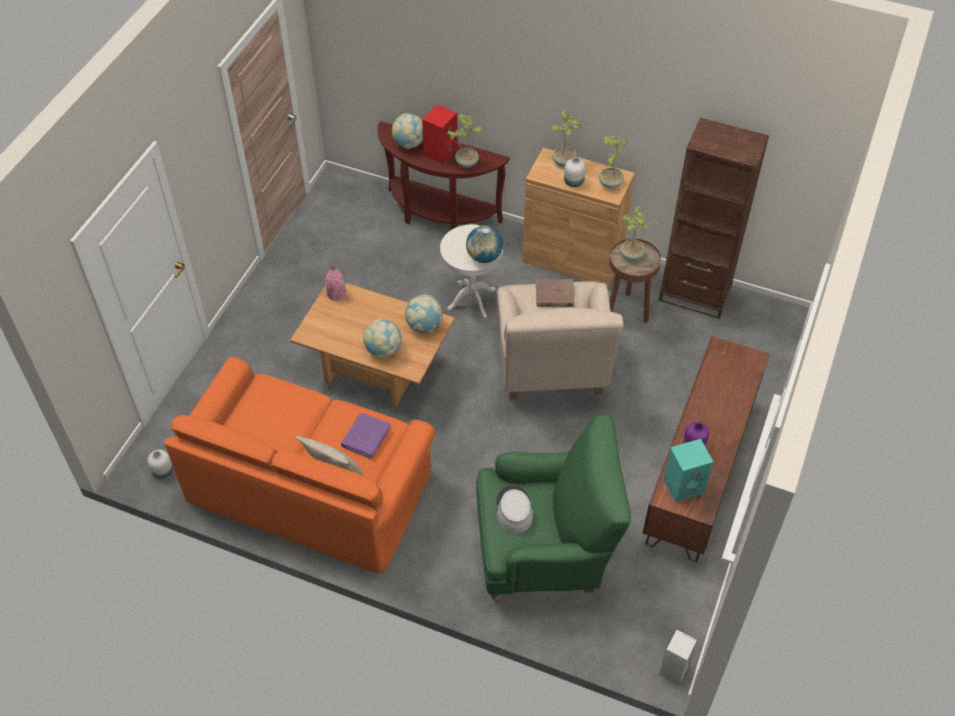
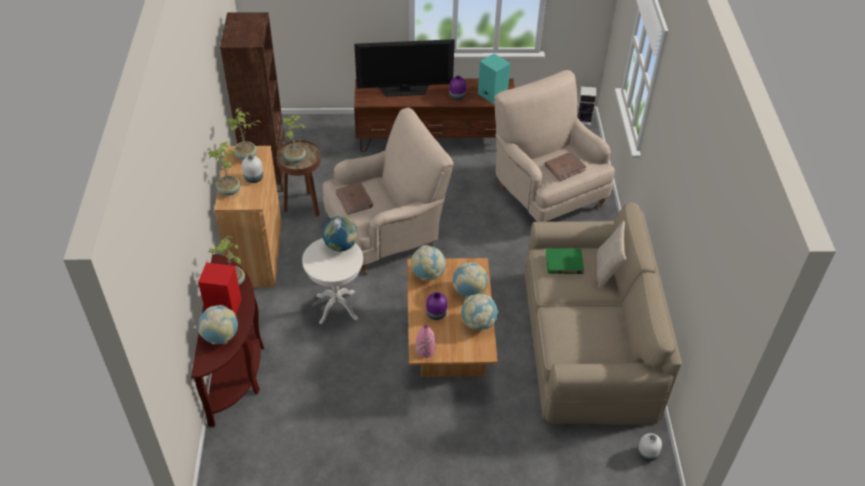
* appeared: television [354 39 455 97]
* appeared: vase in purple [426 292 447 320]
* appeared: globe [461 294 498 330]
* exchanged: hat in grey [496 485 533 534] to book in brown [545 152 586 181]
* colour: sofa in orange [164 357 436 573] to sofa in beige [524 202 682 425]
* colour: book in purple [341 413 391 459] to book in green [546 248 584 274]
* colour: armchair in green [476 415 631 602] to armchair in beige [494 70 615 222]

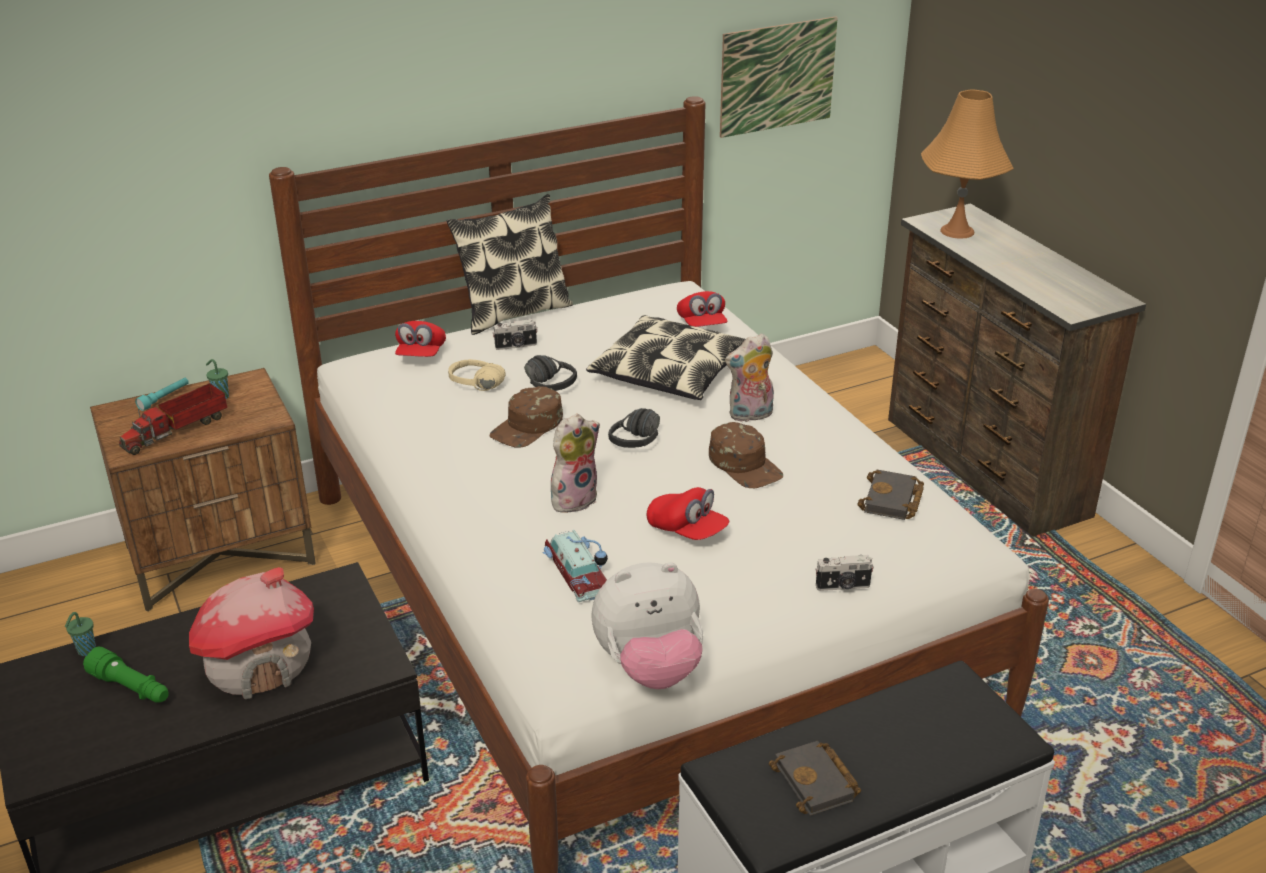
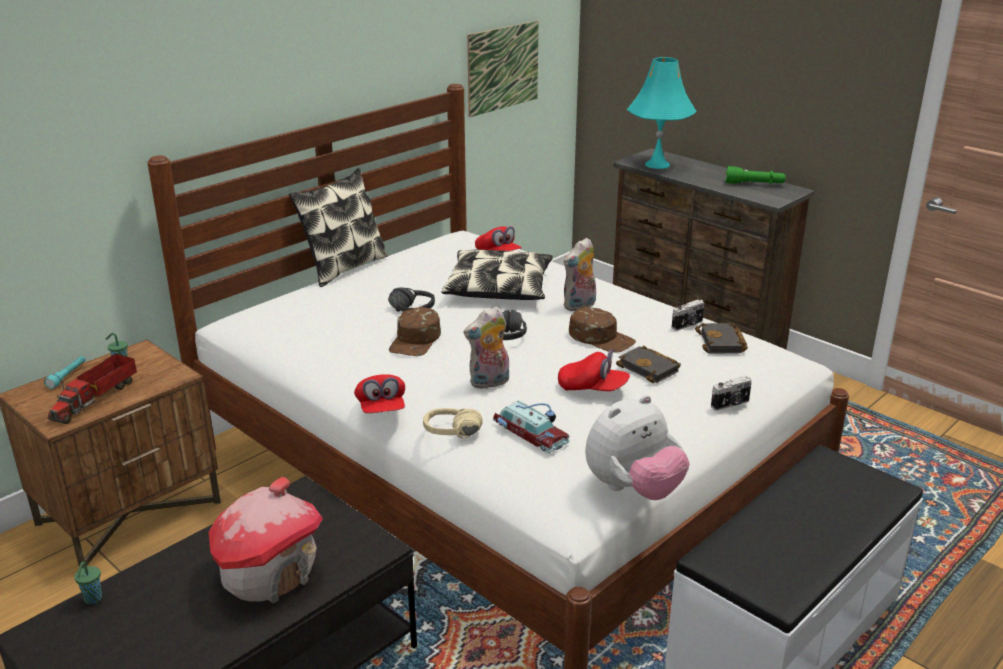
* relocated: flashlight in green [83 647 169 703] to [725 166 786 185]
* relocated: cap in red [395 321 446 357] to [354 374 405 413]
* relocated: headphones in beige [448 359 506 391] to [423 408 483 438]
* relocated: photo camera [493 319 538 350] to [672 299 704 331]
* relocated: book in black [769 741 861 816] to [616 346 681 383]
* colour: table lamp in orange [921 89 1014 239] to table lamp in turquoise [627 57 697 169]
* spun: plush toy [551 414 600 515] = [464 306 509 390] 150 degrees counterclockwise

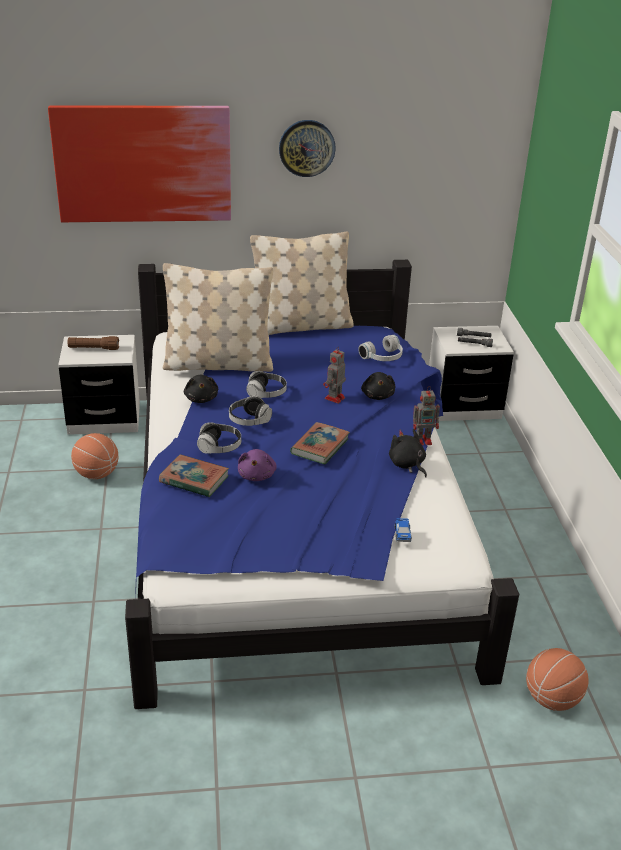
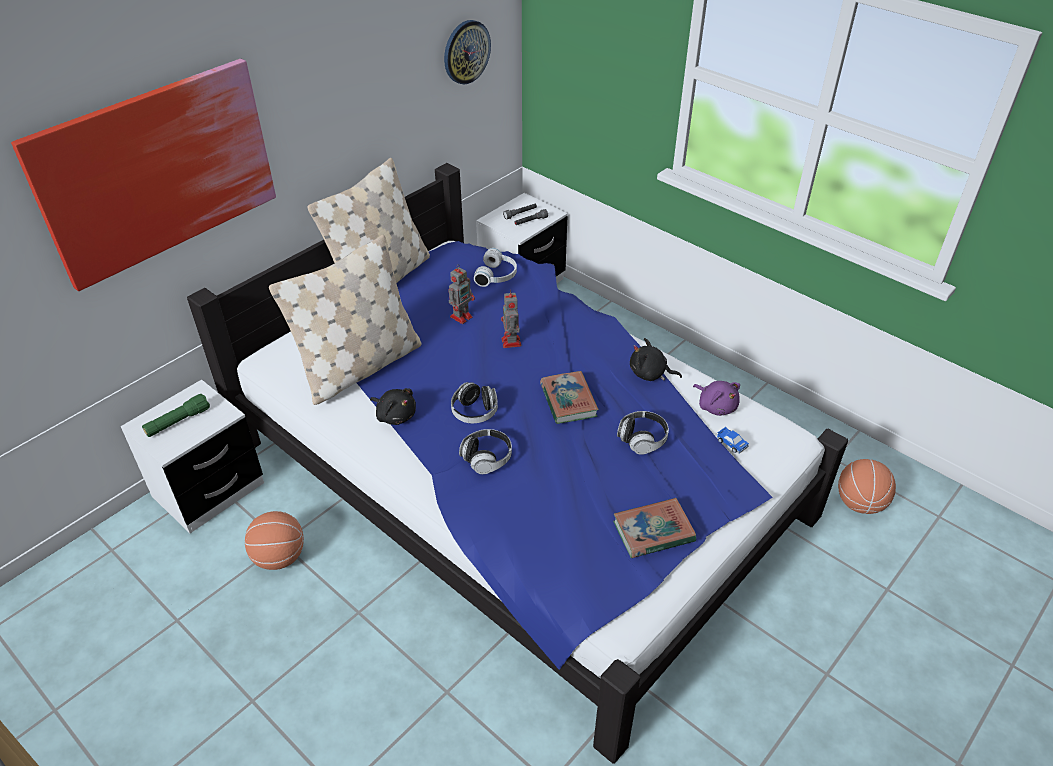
* missing: plush toy in black [361 372 395 400]
* relocated: book [159 454 229 497] to [613 498 696 558]
* relocated: plush toy in purple [238 449 277 481] to [693 381 740 416]
* relocated: headphones [246 371 287 398] to [617 411 669 455]
* relocated: wall clock [279 120 336 177] to [444 20 491 84]
* relocated: toy robot [413 386 440 446] to [448 264 475 324]
* colour: flashlight in brown [67 336 119 350] to flashlight in green [142 394 210 437]

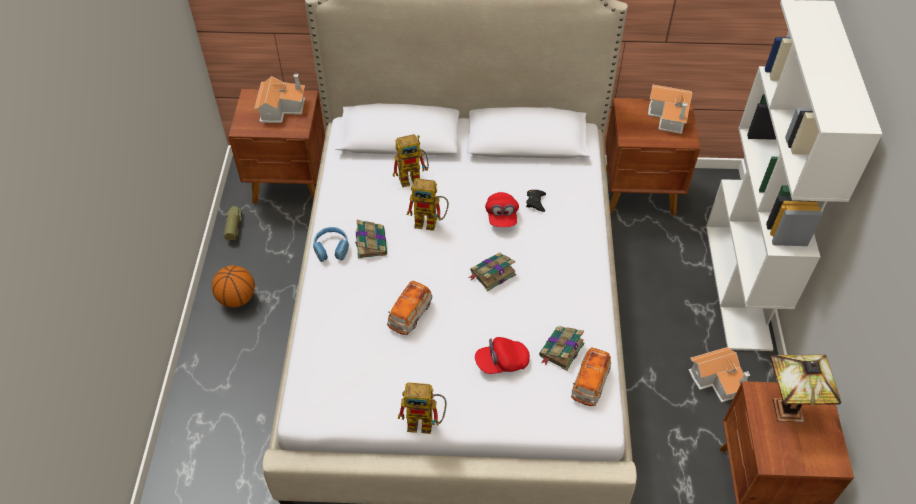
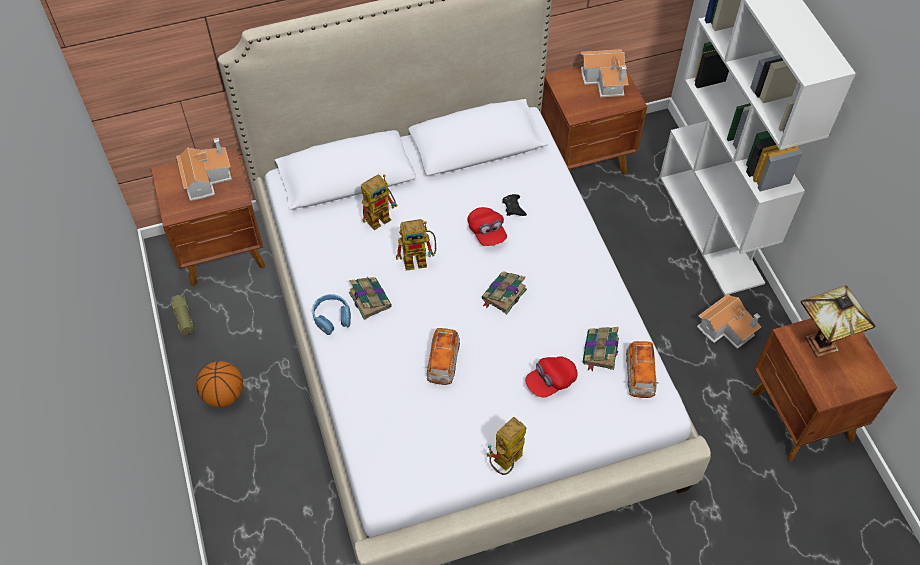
* spun: toy robot [398 382 447 434] = [487 417 526 475] 150 degrees clockwise

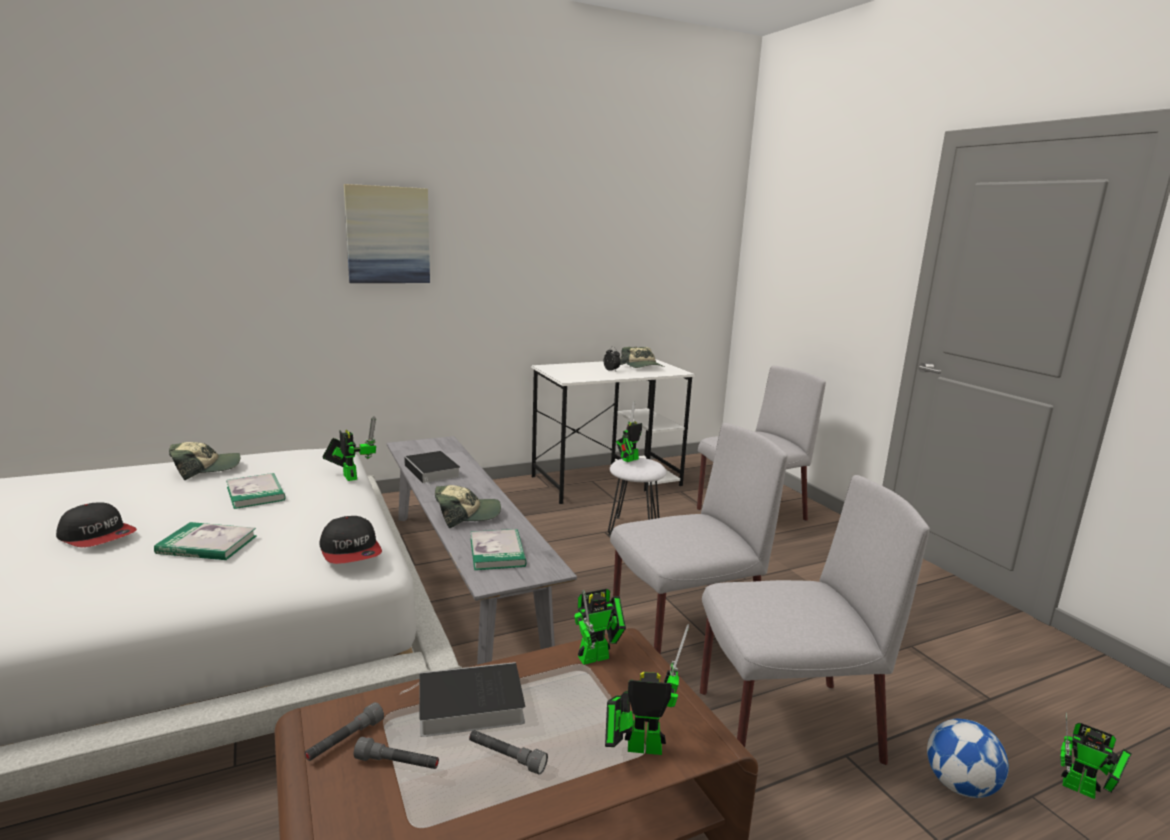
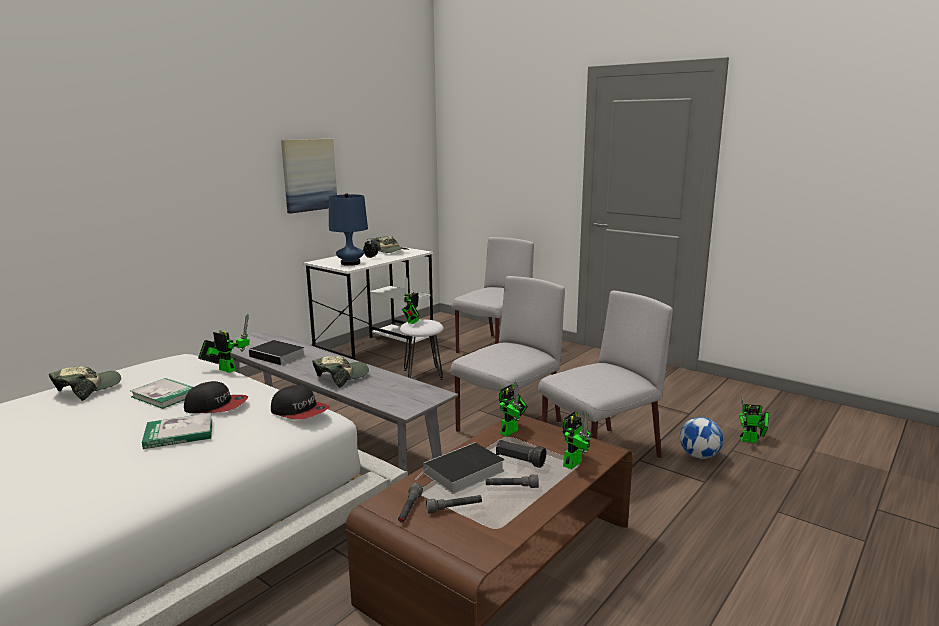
* missing: book [471 529 527 570]
* appeared: table lamp in blue [329 193 368 266]
* appeared: flashlight in black [496 440 546 468]
* relocated: cap [56 503 137 547] to [184 381 248 413]
* relocated: picture [344 184 430 283] to [281 139 337 214]
* spun: toy robot [605 624 689 755] = [563 410 593 469] 150 degrees clockwise

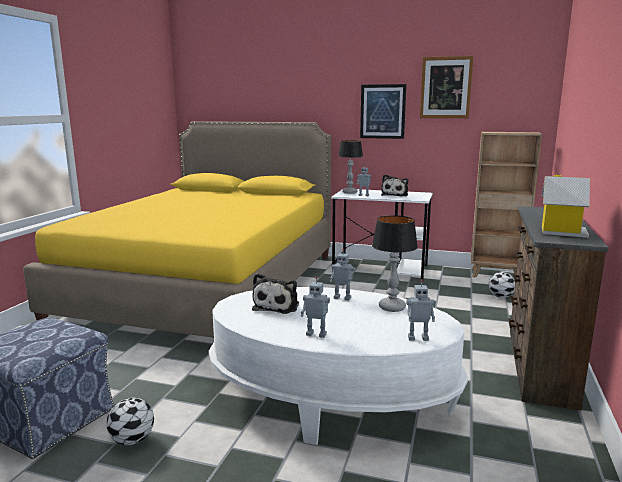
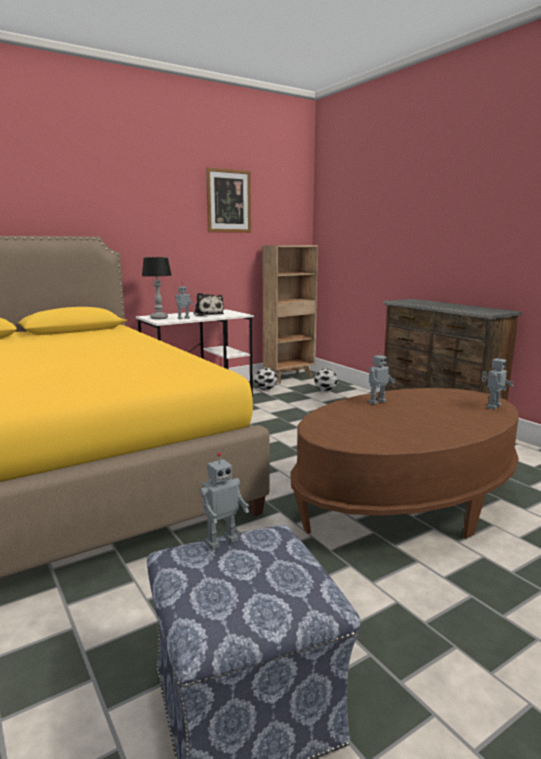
* missing: plush toy [252 273 299 314]
* missing: picture [360 84 407 139]
* missing: table lamp [372 215 418 312]
* missing: toy house [542 175 590 238]
* relocated: football [106 398 154 445] to [254 367 277 390]
* relocated: toy robot [301 277 330 338] to [199 452 249 550]
* colour: coffee table in white [209 287 468 445] to coffee table in brown [291 388 519 539]

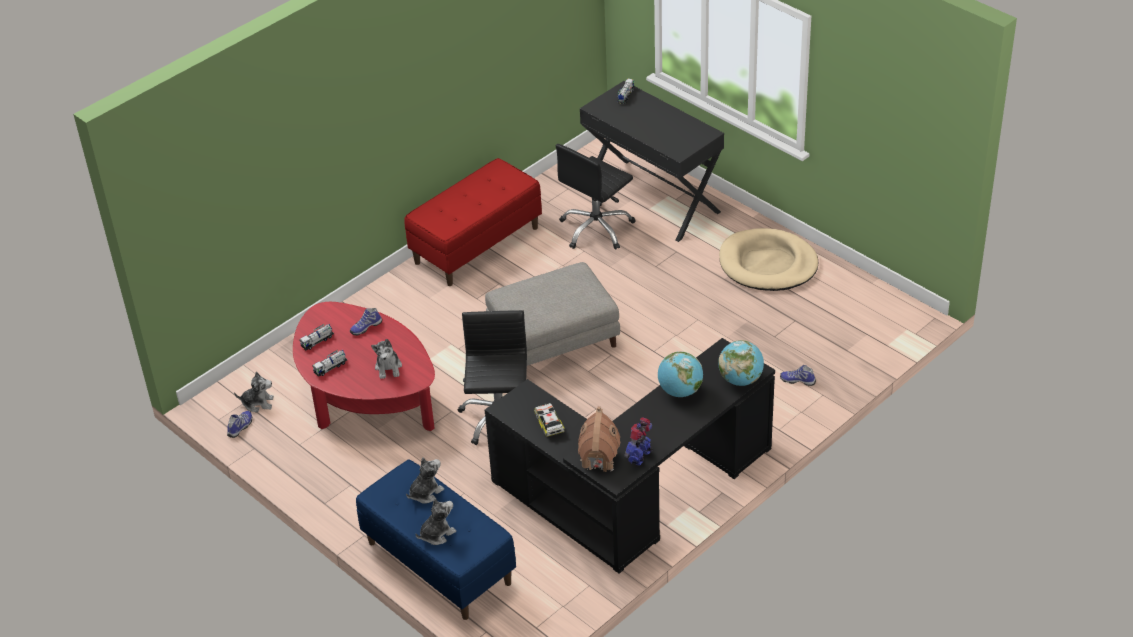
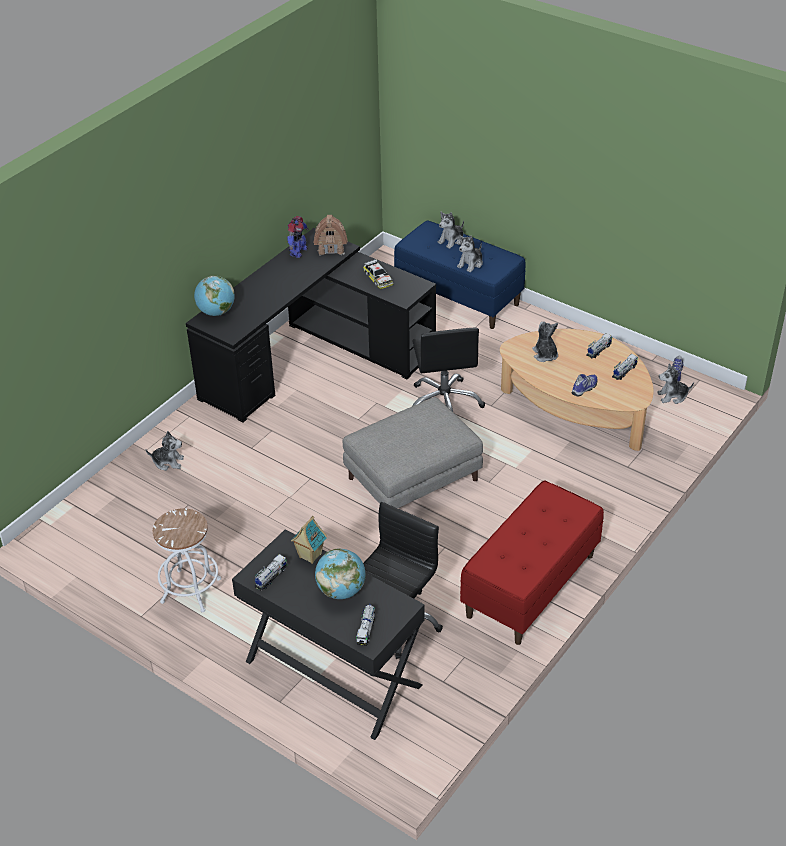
* appeared: toy truck [254 554 287 591]
* appeared: toy house [291 516 327 564]
* relocated: globe [658 352 703 397] to [315 548 366 599]
* exchanged: dog bed in beige [719 228 818 291] to stool in white [153 508 221 612]
* exchanged: shoe [780 365 816 386] to plush toy [146 431 184 471]
* colour: coffee table in red [293 302 435 431] to coffee table in beige [500 329 654 451]

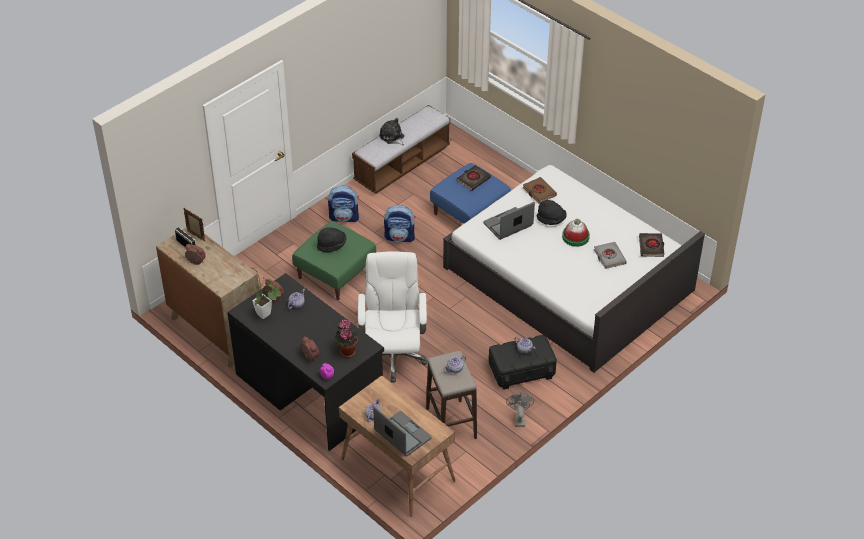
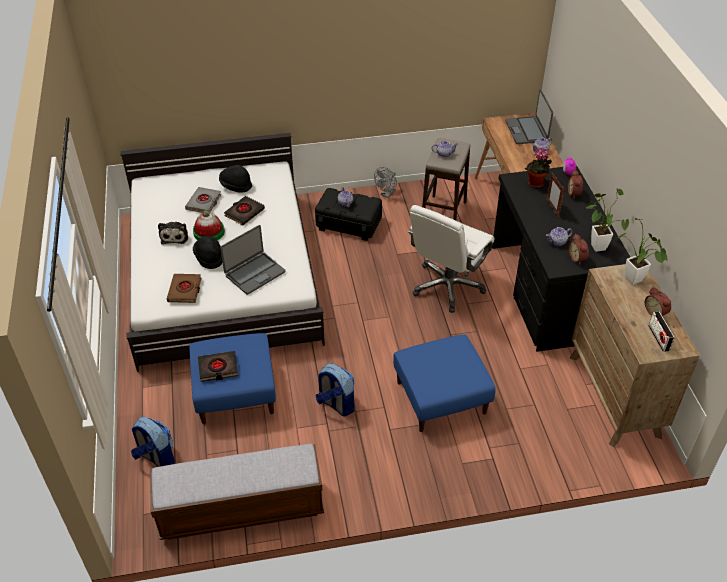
* appeared: potted plant [617 218 667 285]
* relocated: picture frame [183 208 205 242] to [546 172 565 217]
* relocated: hat in black [317 227 346 252] to [219 165 252 193]
* relocated: backpack [328 186 359 222] to [131 416 175 467]
* relocated: plush toy [379 118 404 145] to [158 222 188 244]
* relocated: book in black [639 233 664 257] to [224 196 265 225]
* colour: ottoman in green [292 221 376 300] to ottoman in blue [393 335 496 432]
* spun: laptop [483 202 535 240] = [220 225 285 295] 45 degrees counterclockwise

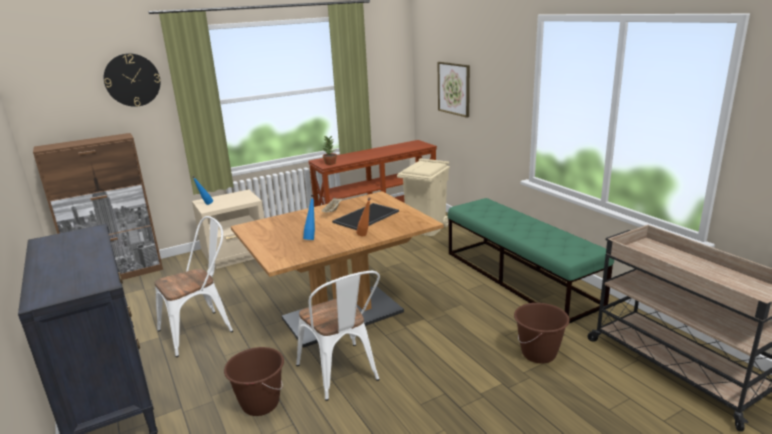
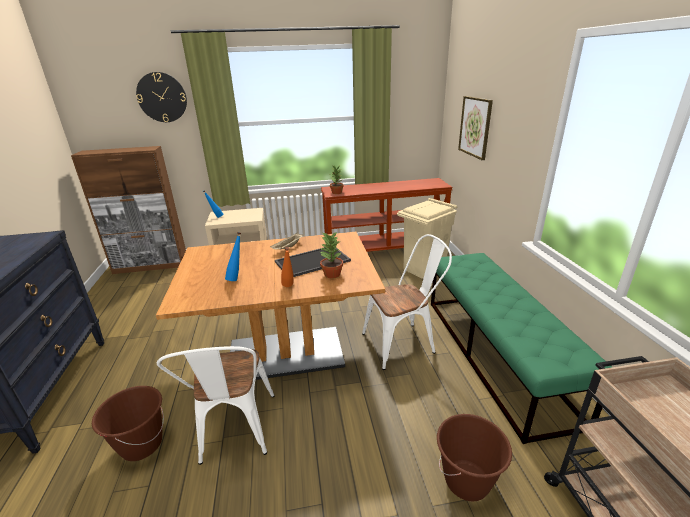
* appeared: potted plant [320 232 343 278]
* relocated: chair in white [155 216 233 357] to [362 234 452 370]

